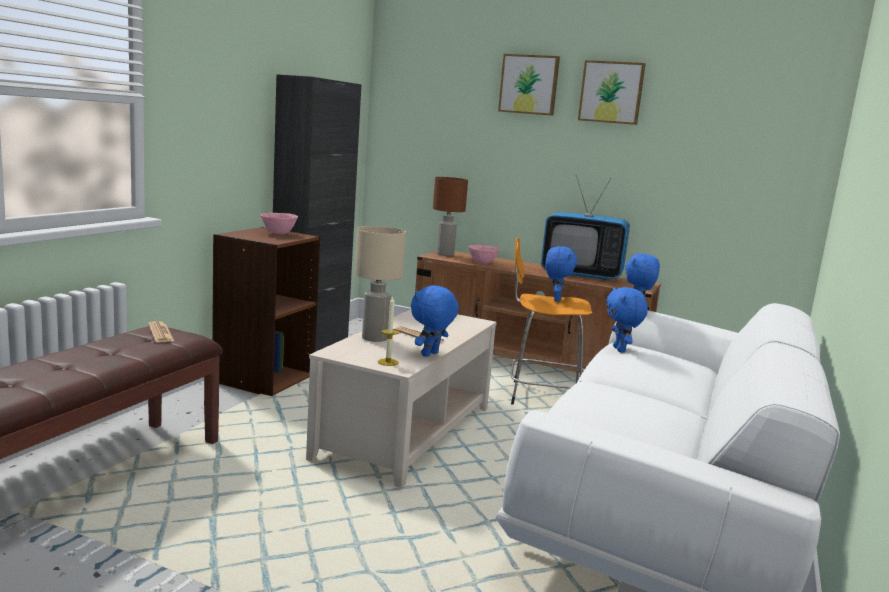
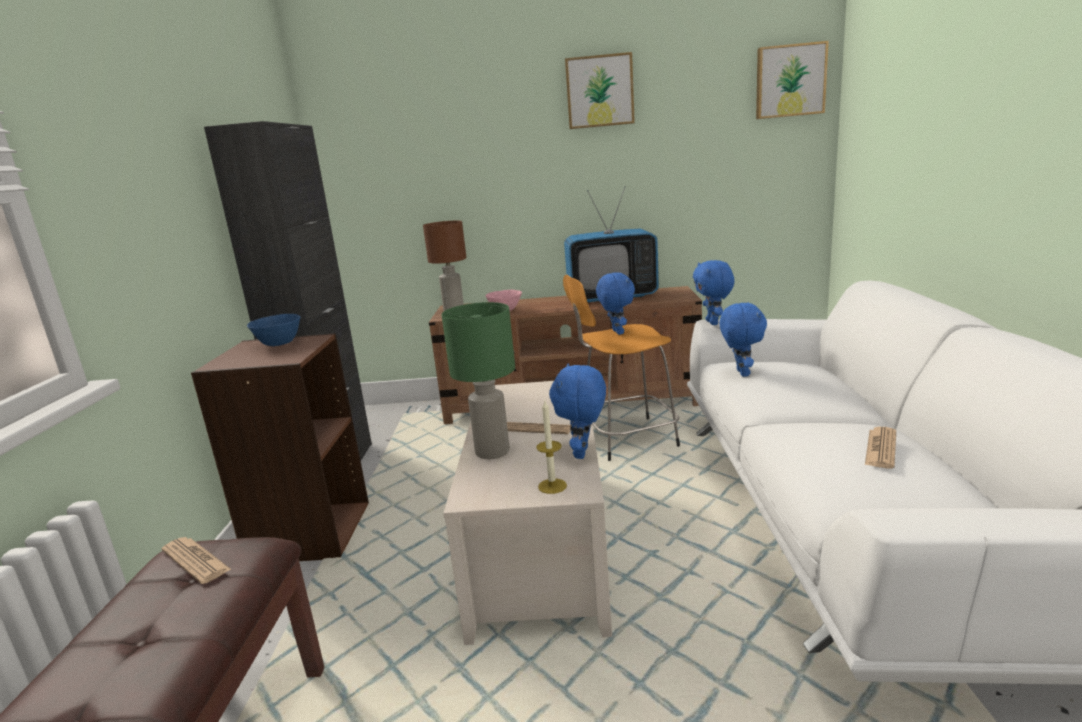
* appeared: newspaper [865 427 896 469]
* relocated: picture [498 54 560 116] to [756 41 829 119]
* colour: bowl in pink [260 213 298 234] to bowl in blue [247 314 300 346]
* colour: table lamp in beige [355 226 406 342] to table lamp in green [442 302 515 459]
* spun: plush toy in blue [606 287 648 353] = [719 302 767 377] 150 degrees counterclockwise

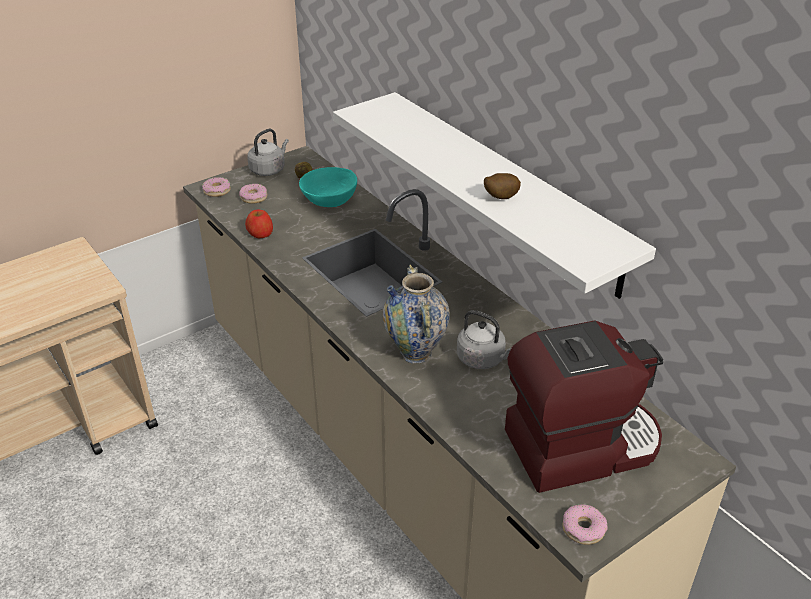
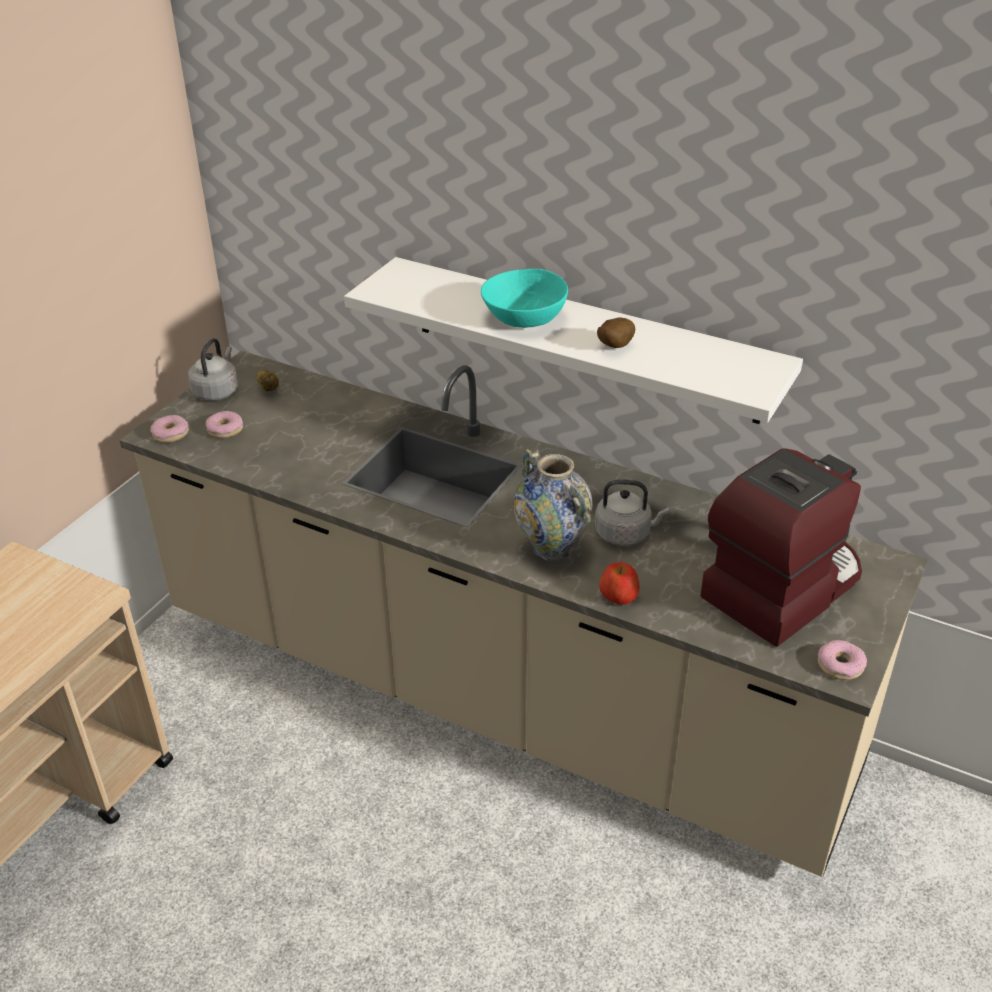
* relocated: apple [245 210 273 239] to [599 562 639 605]
* relocated: bowl in turquoise [299 167 357 207] to [481 269 568 328]

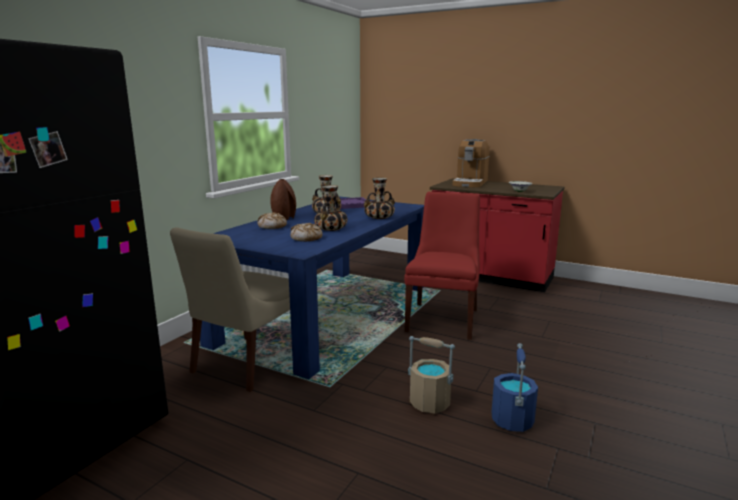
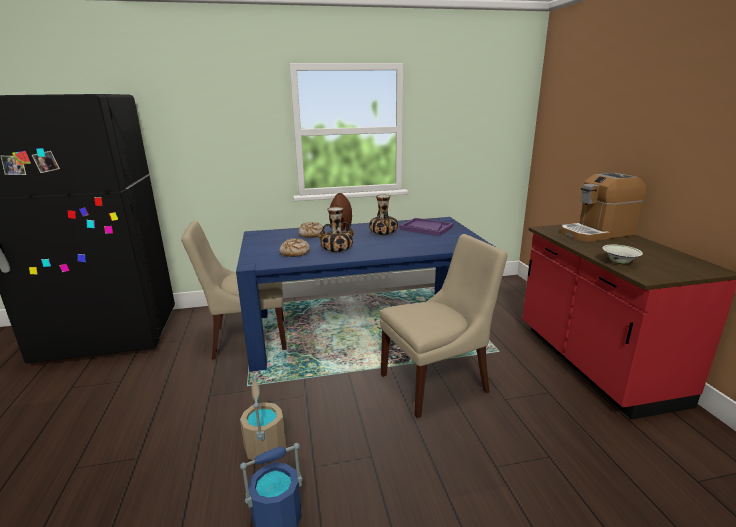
* missing: vase [364 178 395 219]
* colour: chair in red [404 192 480 340] to chair in beige [380 234 508 418]

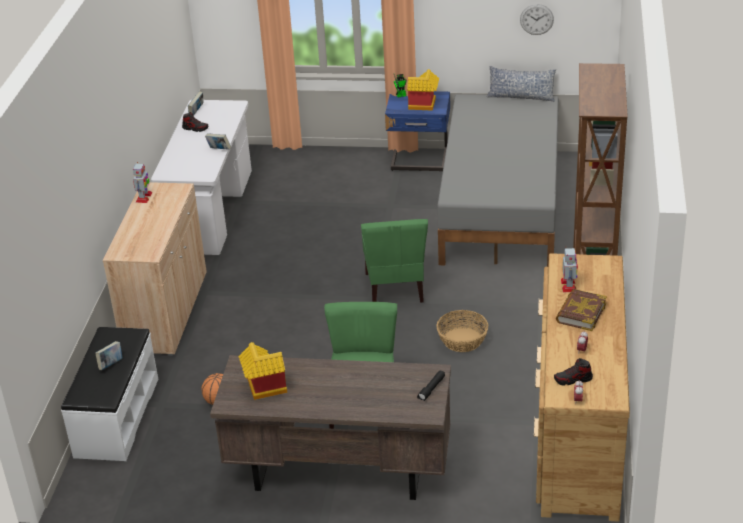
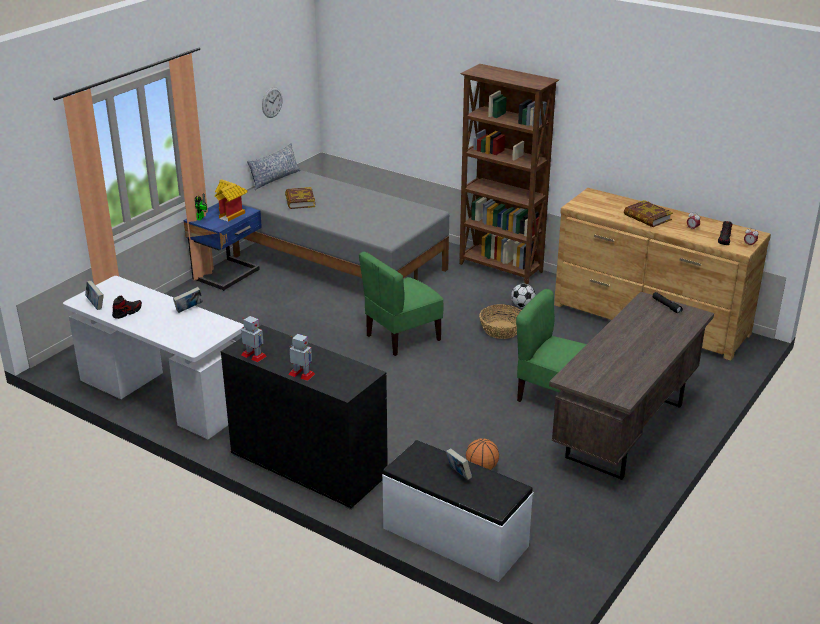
* missing: toy house [238 342 287 400]
* appeared: book [285 187 315 209]
* appeared: football [511 284 536 308]
* relocated: toy robot [561 247 578 292] to [288 334 315 381]
* colour: cabinet in beige [103 182 207 356] to cabinet in black [220 325 388 510]
* spun: chair in green [361 219 428 303] = [359 251 443 356] 120 degrees clockwise

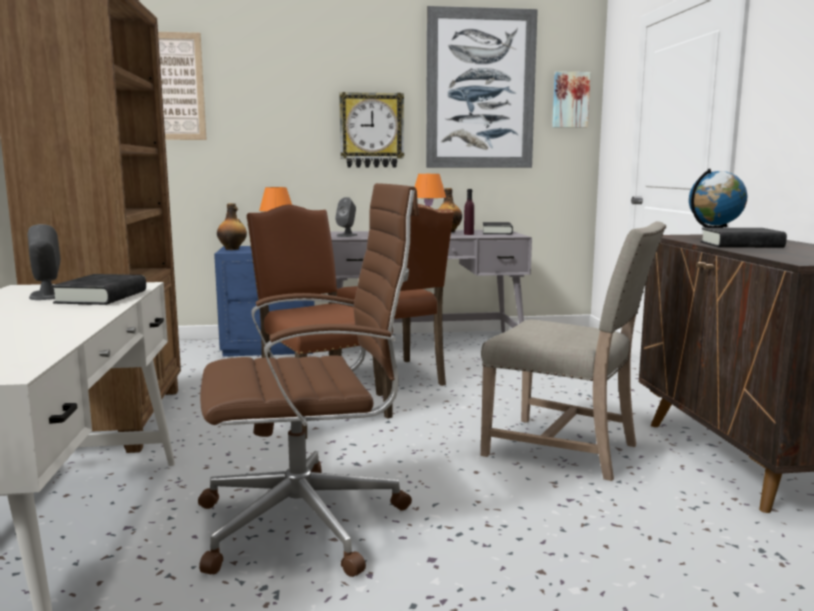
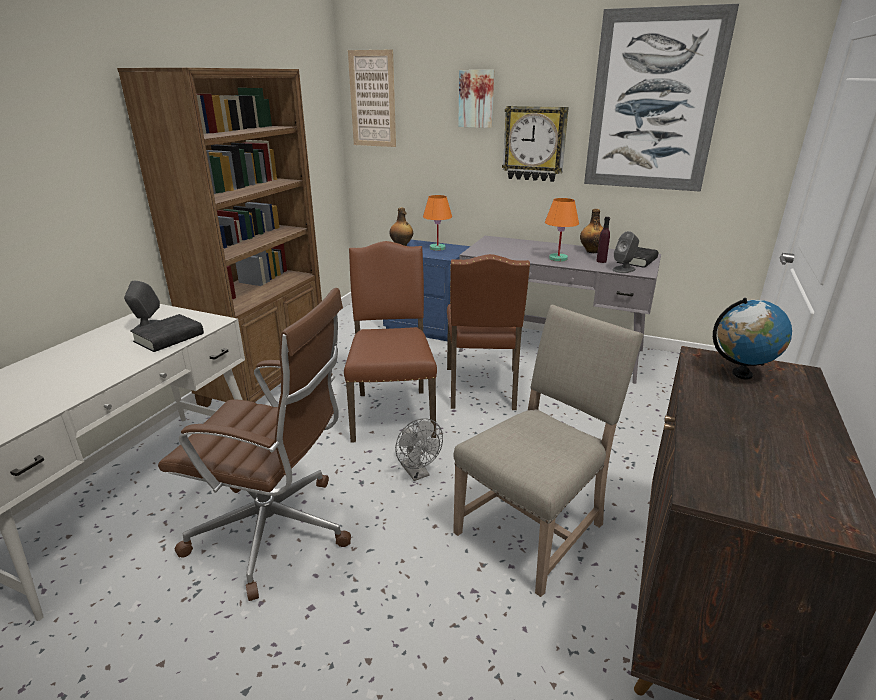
* missing: book in black [701 228 787 248]
* appeared: fan in grey [395 418 443 481]
* relocated: speaker in grey [335 197 357 237] to [612 231 639 273]
* relocated: picture [552 71 591 128] to [458 70 494 128]
* spun: chair in beige [481 221 666 481] = [453 305 644 597] 105 degrees counterclockwise

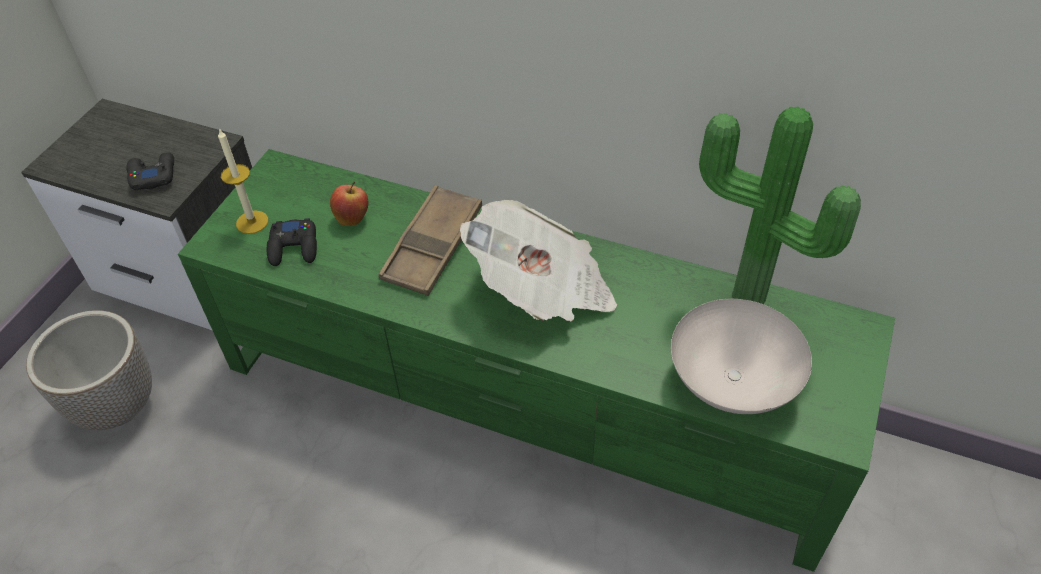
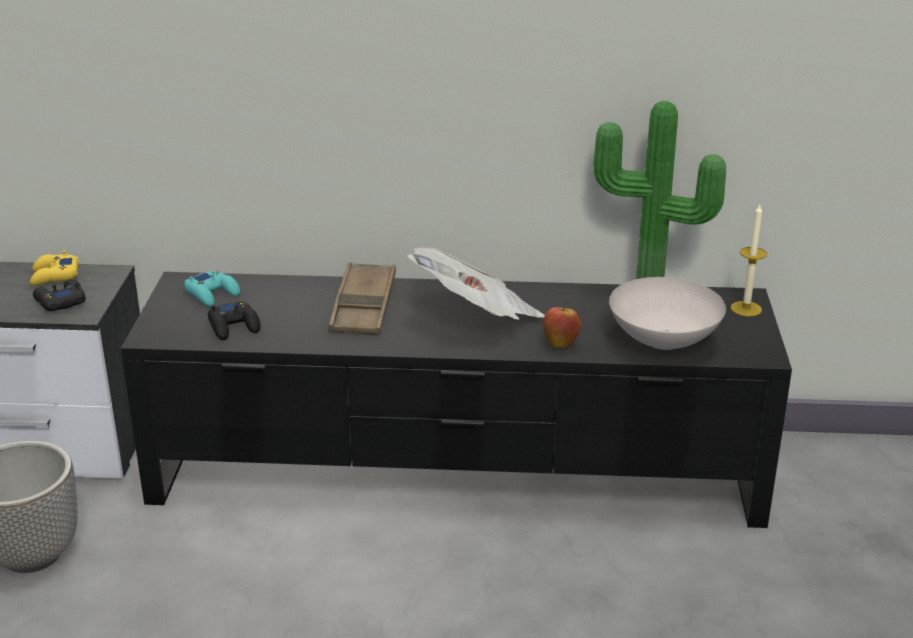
* appeared: game controller in yellow [30 250 79 285]
* appeared: game controller in turquoise [184 271 240 307]
* relocated: candle [218 130 268 234] to [731 205 767 316]
* relocated: apple [330 182 368 226] to [543 301 581 348]
* colour: tv stand in green [178 149 895 572] to tv stand in black [121 272 792 528]

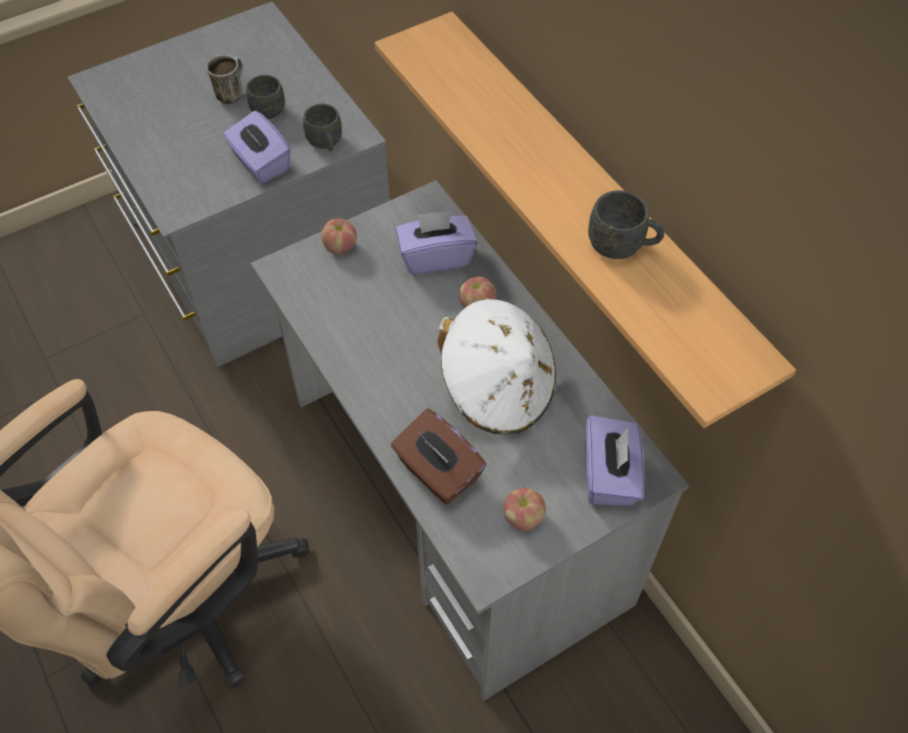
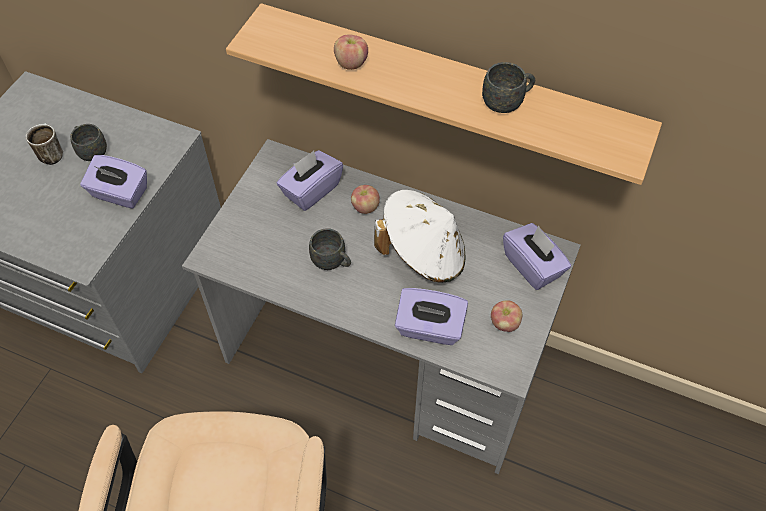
* relocated: mug in grey [303 104 342 151] to [309 228 351 270]
* relocated: apple [321 219 357 255] to [334 35 368 70]
* colour: tissue box in brown [391 409 486 505] to tissue box in purple [395 288 468 345]

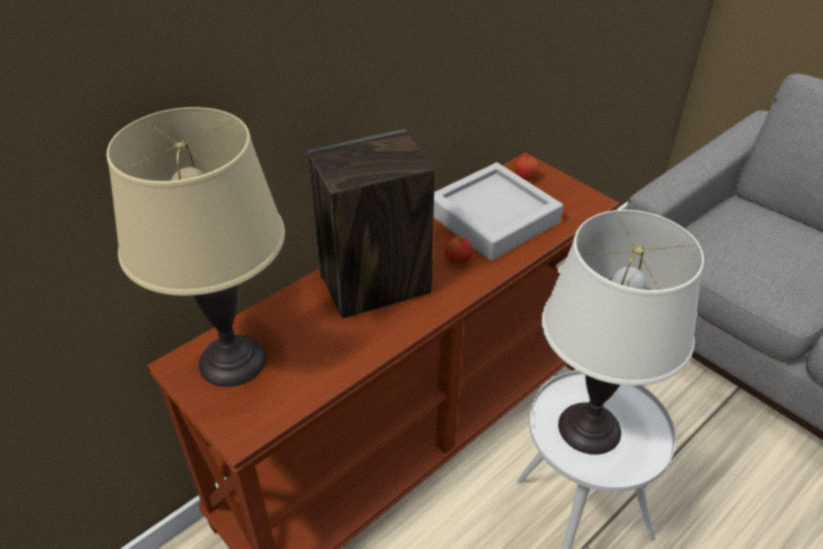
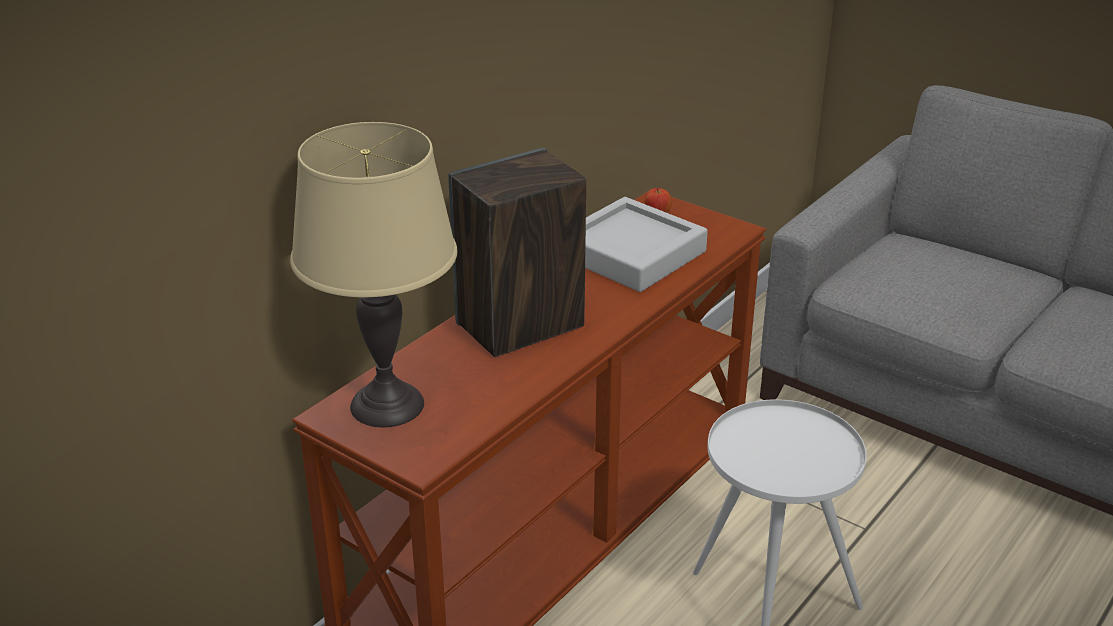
* missing: apple [444 236 473 264]
* missing: table lamp in white [542 210 704 455]

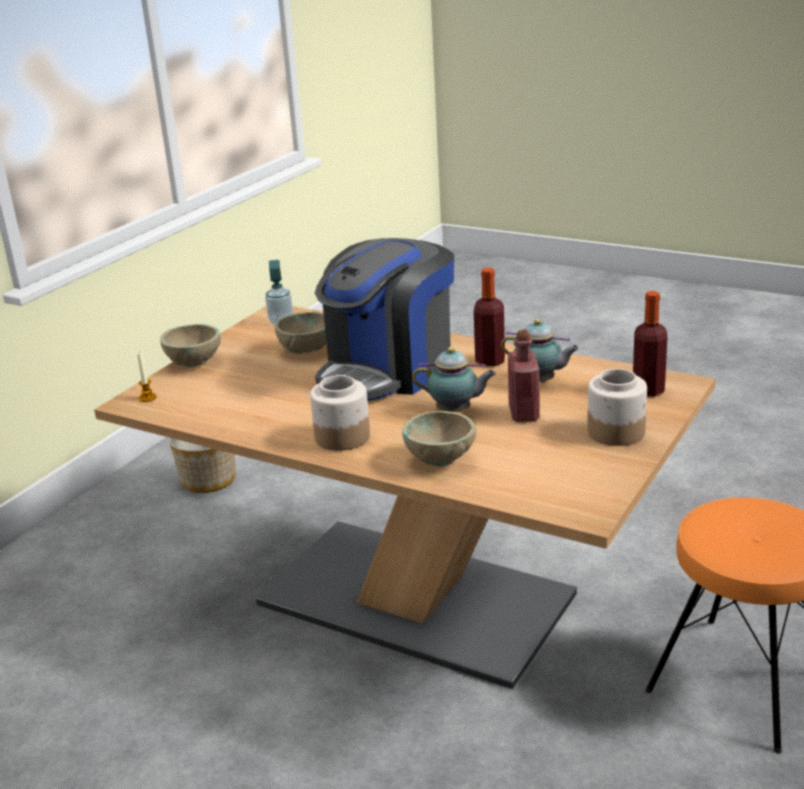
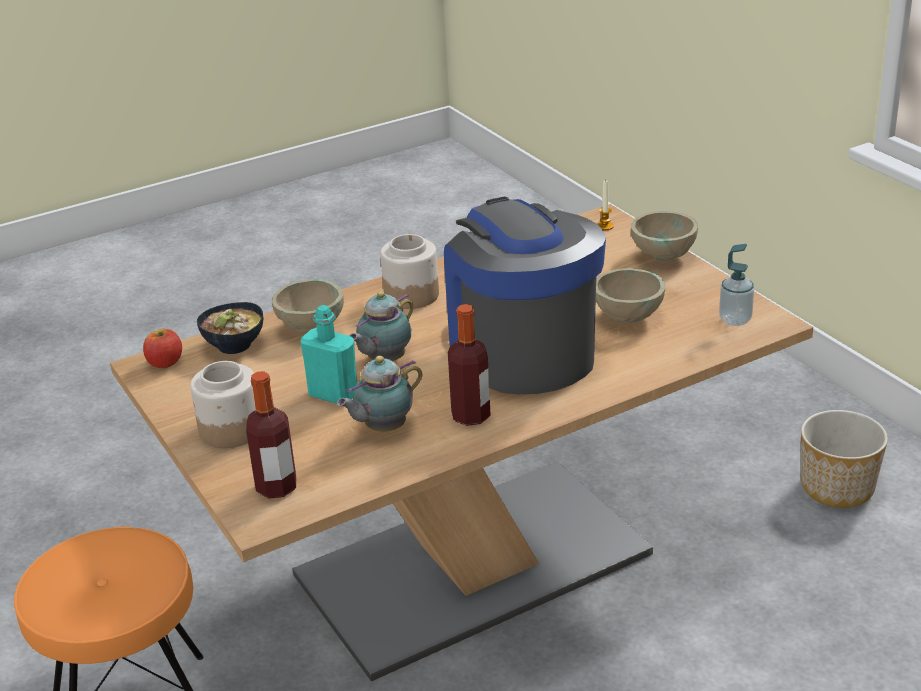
* appeared: apple [143 329 182 368]
* appeared: bowl [197 302 263 354]
* colour: bottle in red [508 330 540 422] to bottle in turquoise [300 305 357 404]

